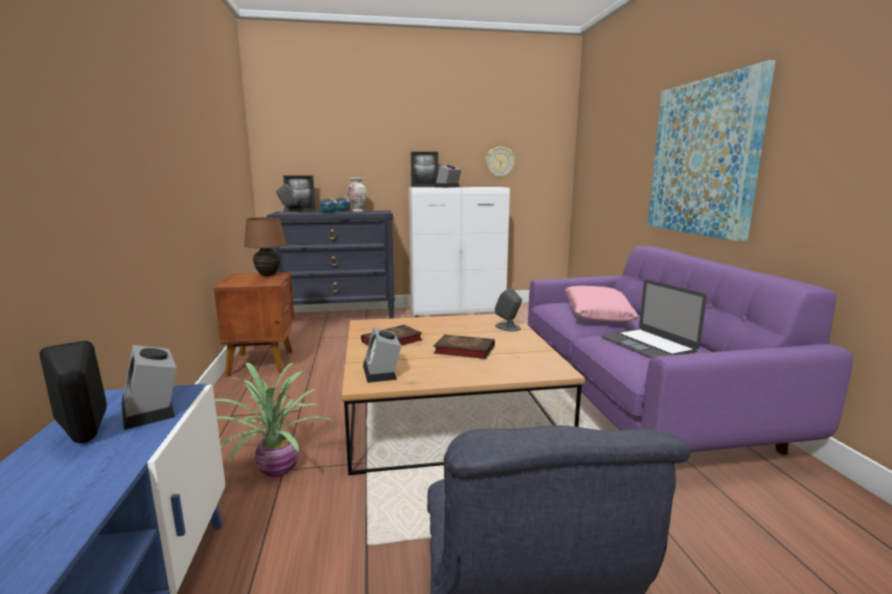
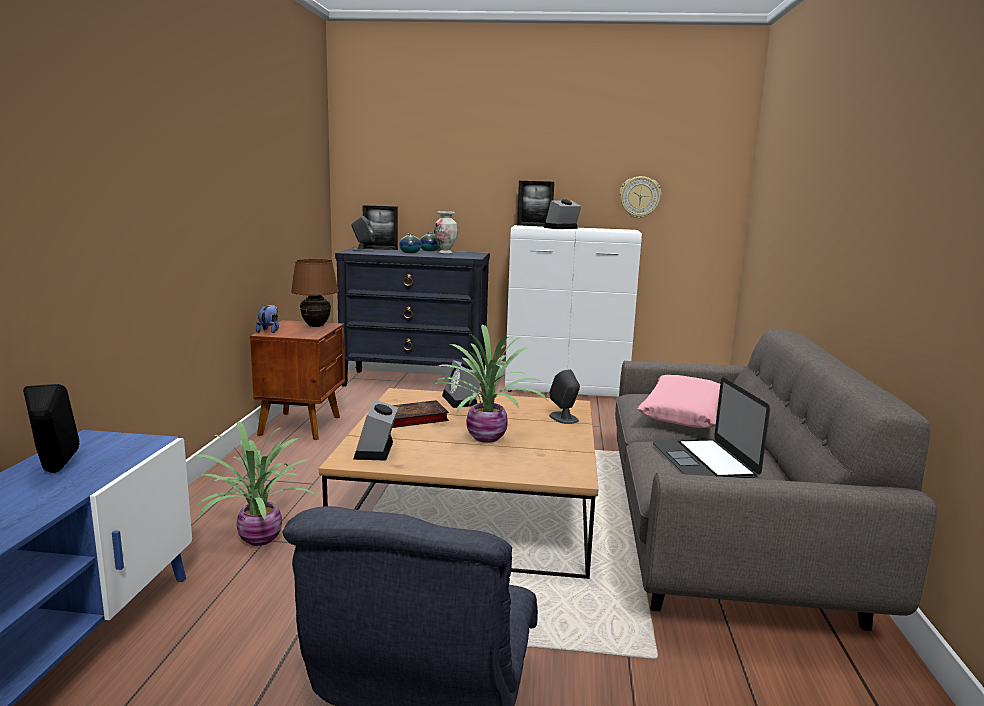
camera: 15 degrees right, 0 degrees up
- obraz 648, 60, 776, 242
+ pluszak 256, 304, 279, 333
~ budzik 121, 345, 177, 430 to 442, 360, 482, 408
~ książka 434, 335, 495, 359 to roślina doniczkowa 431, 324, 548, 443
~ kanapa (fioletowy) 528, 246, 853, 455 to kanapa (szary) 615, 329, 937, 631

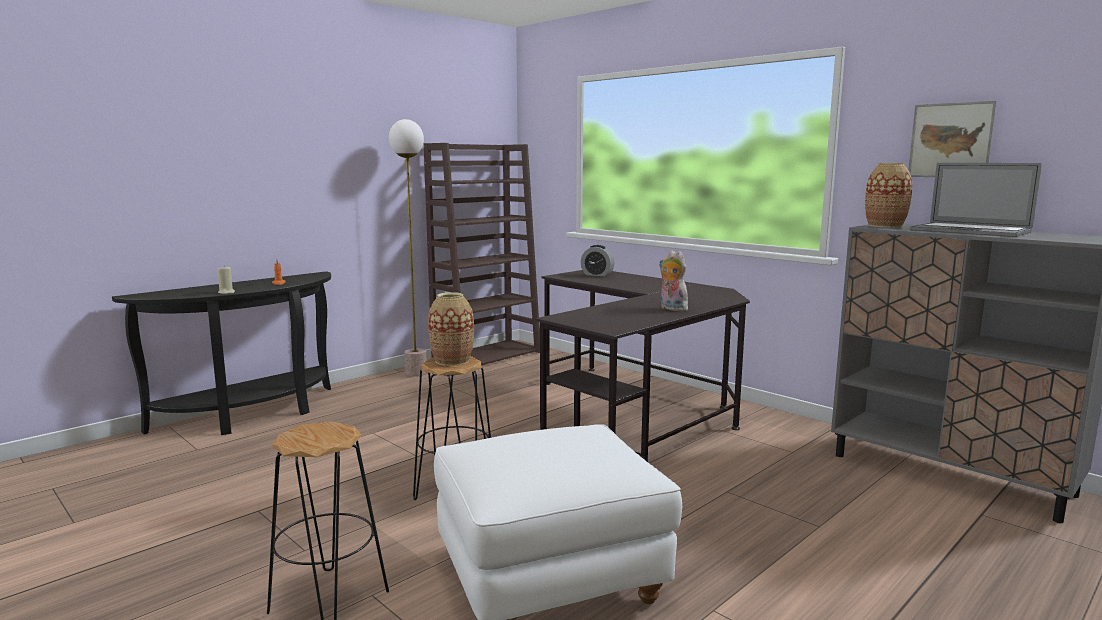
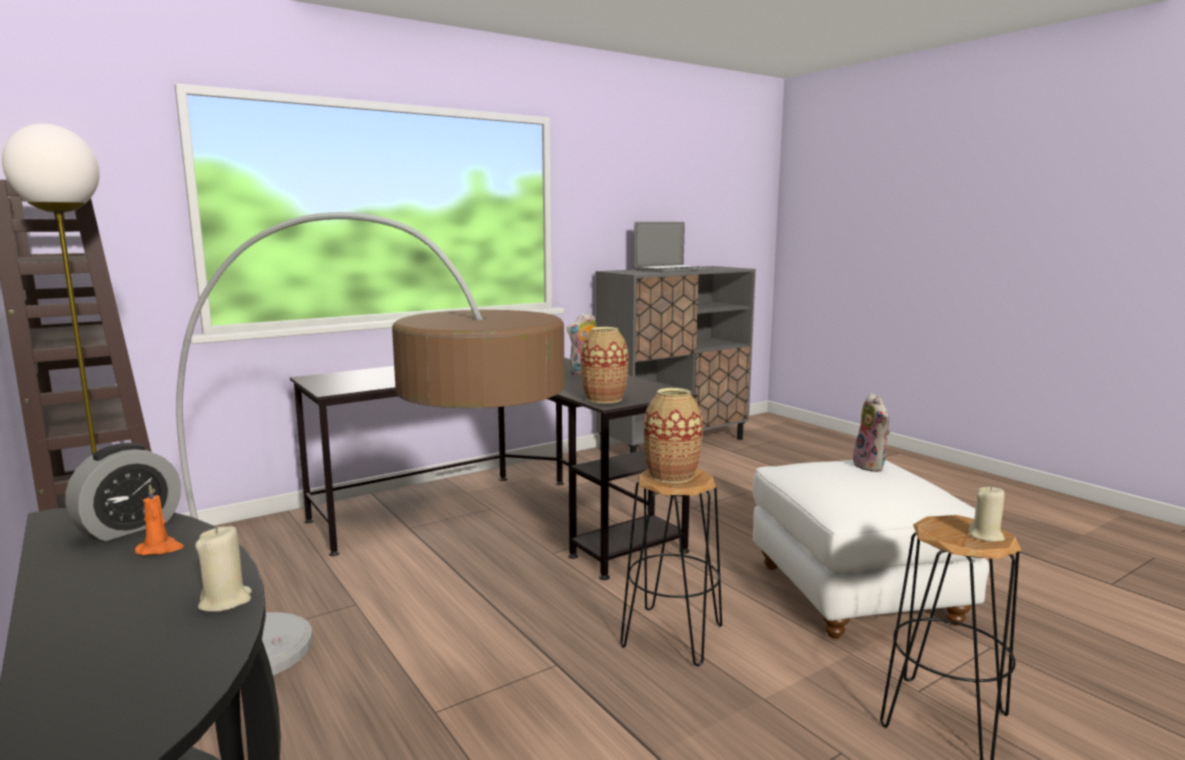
camera: 80 degrees left, 0 degrees up
- obraz 908, 101, 997, 177
+ lampa stojąca 176, 212, 565, 675
+ pluszak 853, 393, 890, 472
+ świeca (beżowy) 969, 486, 1005, 542
~ budzik 581, 245, 615, 276 to 65, 443, 181, 541
~ wazon 865, 163, 913, 228 to 580, 327, 628, 403

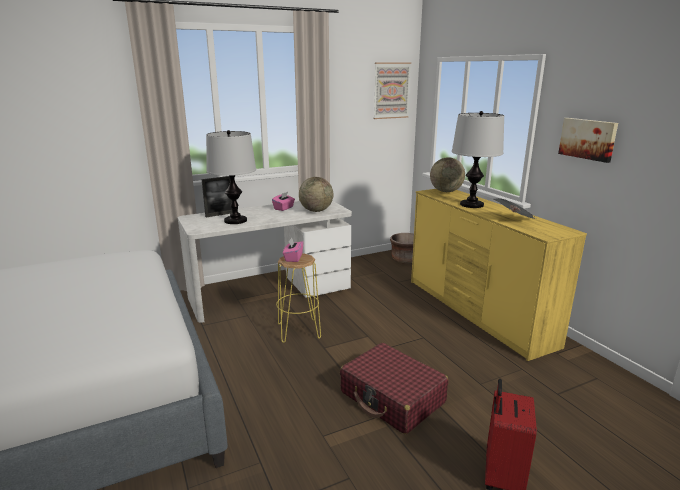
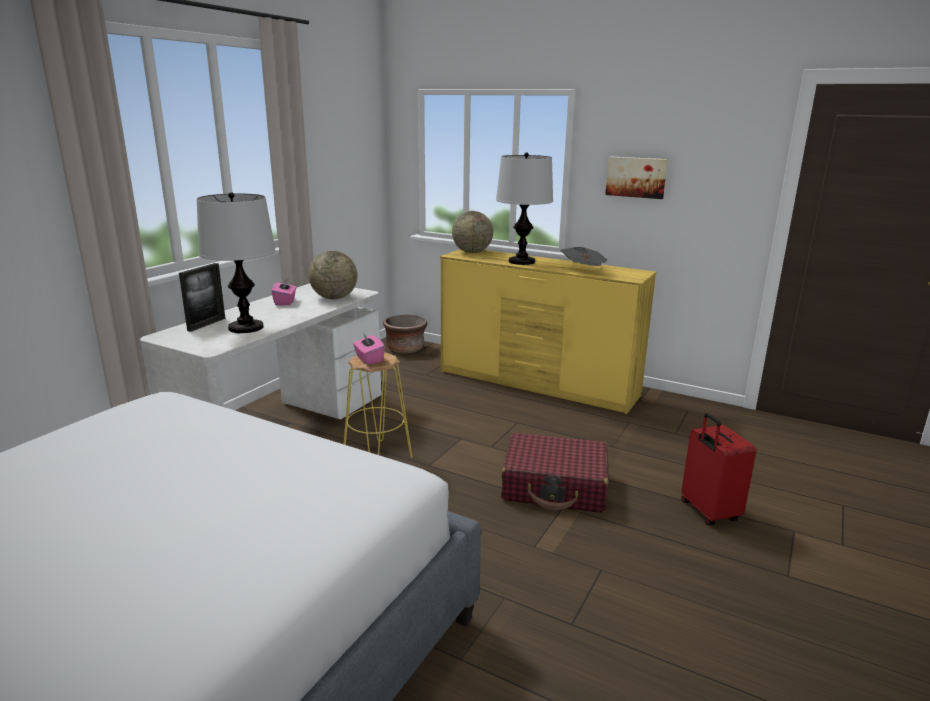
camera: 35 degrees left, 0 degrees up
- obraz 374, 62, 411, 119

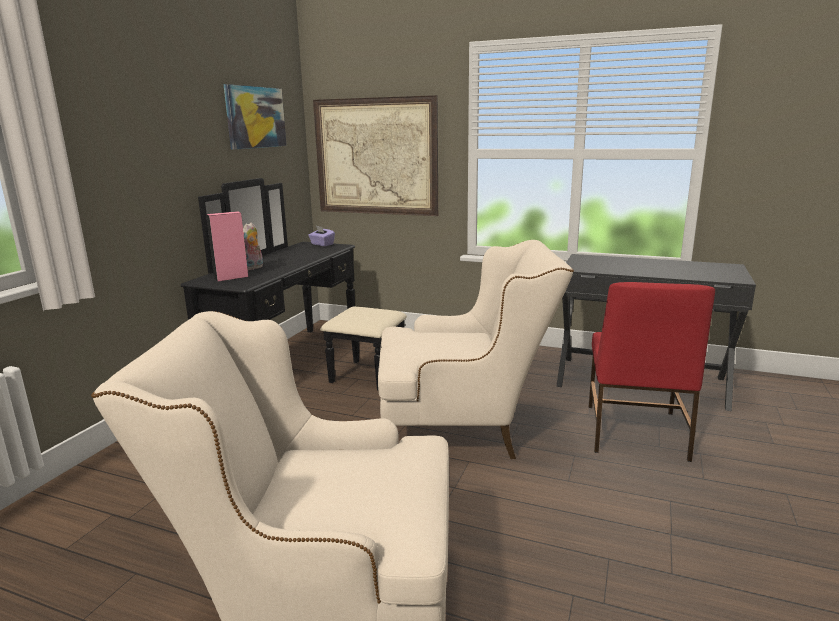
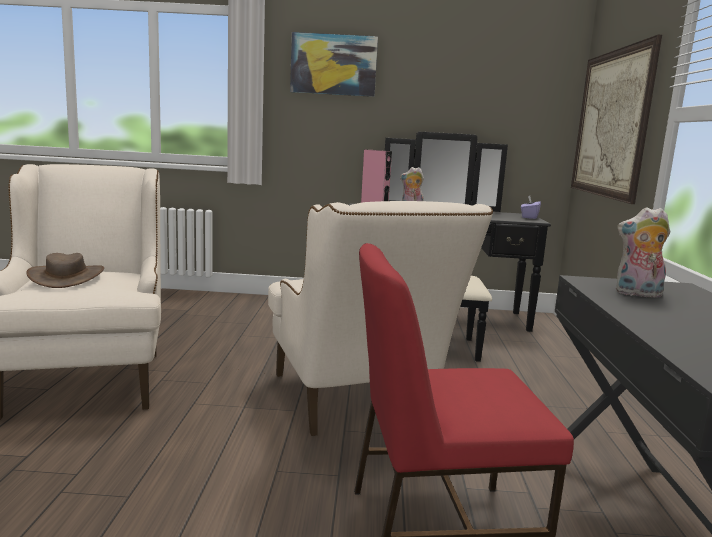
camera: 70 degrees right, 5 degrees down
+ kapelusz (brązowy) 27, 253, 104, 288
+ pluszak 616, 207, 670, 298
~ obraz 224, 84, 287, 150 to 290, 32, 378, 97

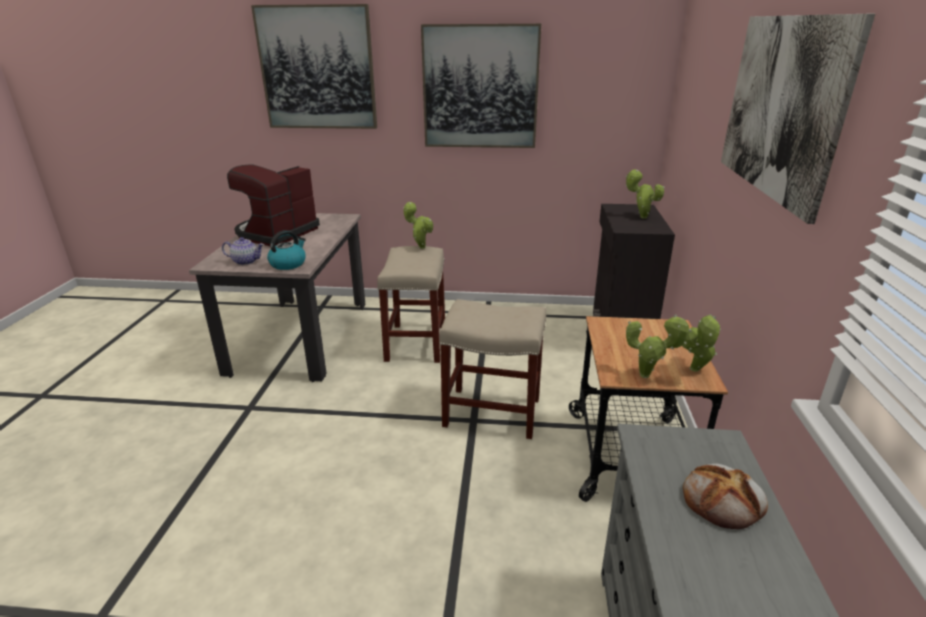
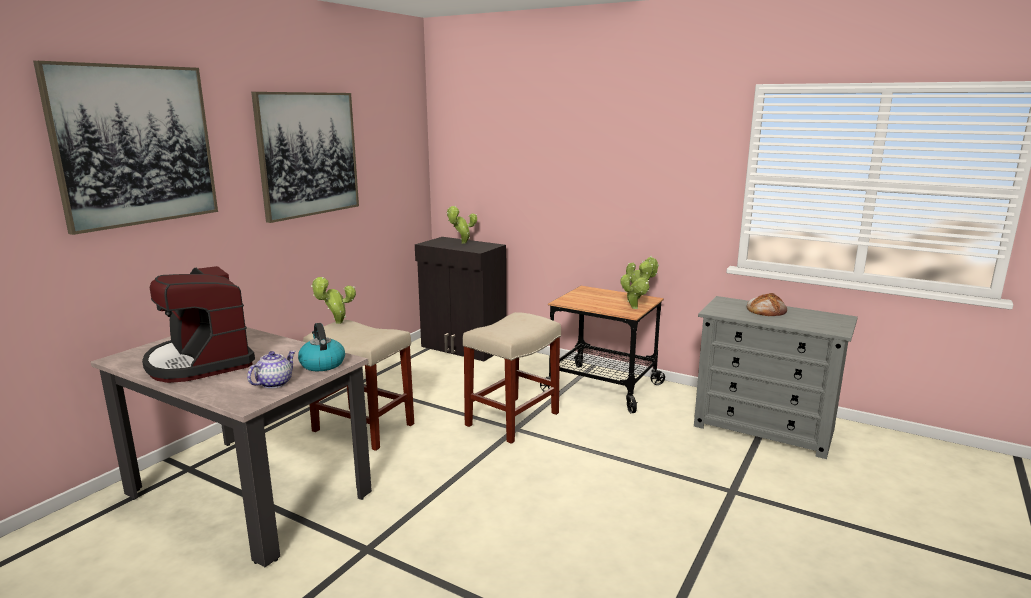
camera: 65 degrees left, 10 degrees down
- obraz 721, 14, 875, 224

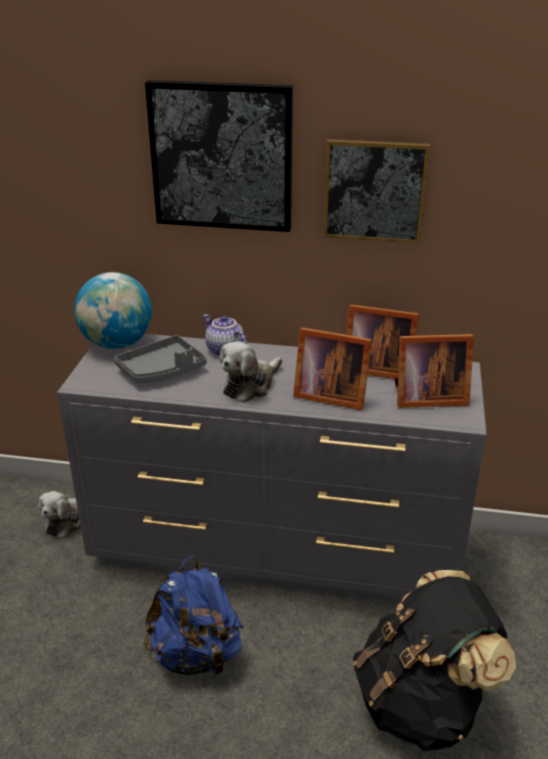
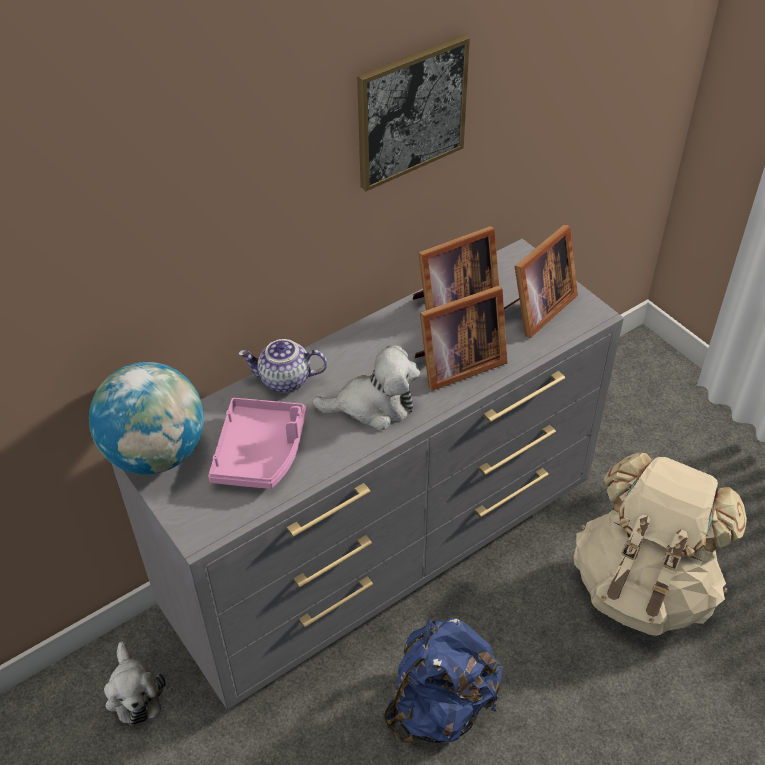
camera: 45 degrees left, 15 degrees up
- obraz 145, 80, 293, 232
~ taca (szary) 114, 335, 207, 383 to taca (różowy) 208, 398, 306, 489
~ plecak (czarny) 353, 570, 516, 751 to plecak (beżowy) 574, 453, 747, 636
~ pluszak 219, 341, 282, 403 = 312, 345, 420, 430 90 degrees counterclockwise

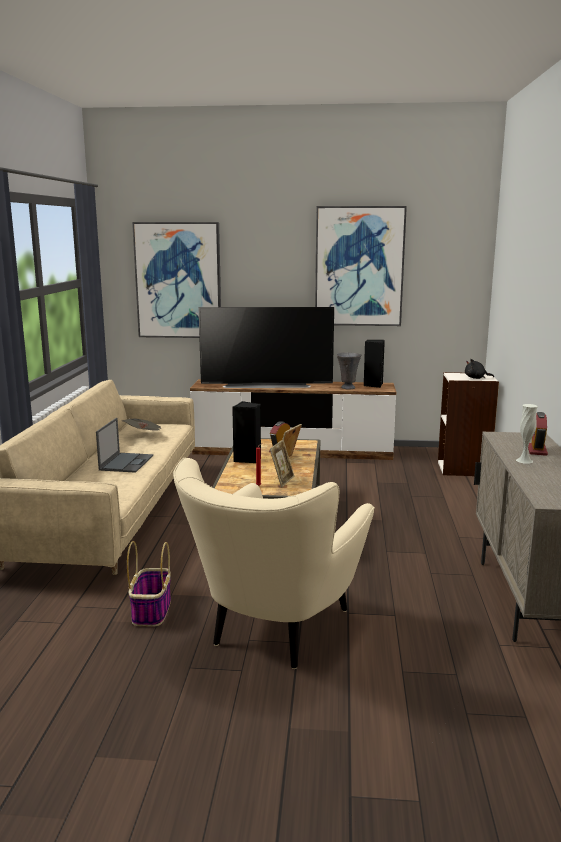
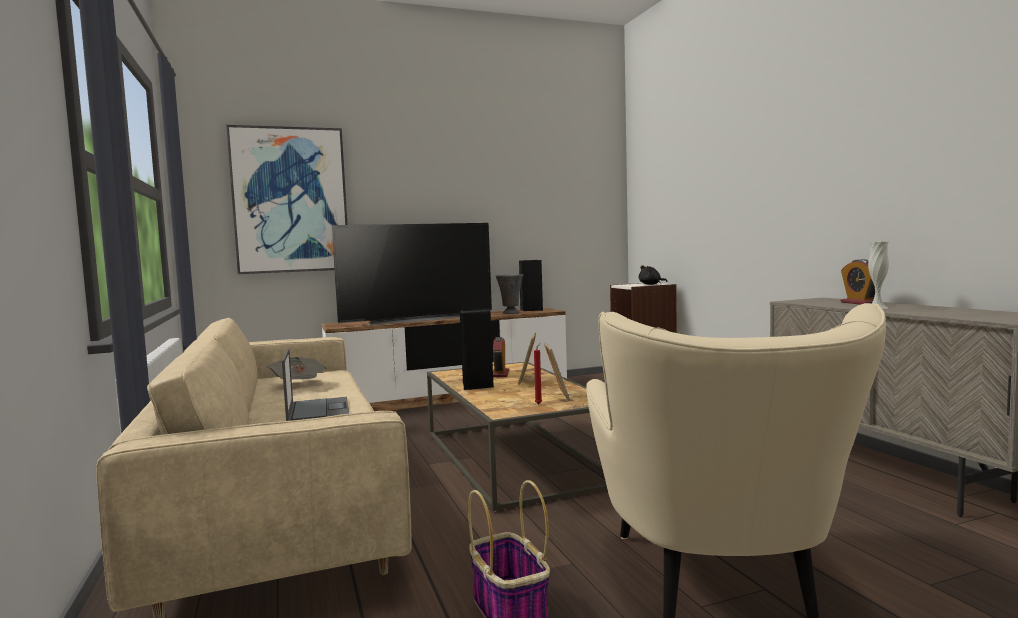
camera: 25 degrees left, 10 degrees down
- obraz 315, 206, 407, 326

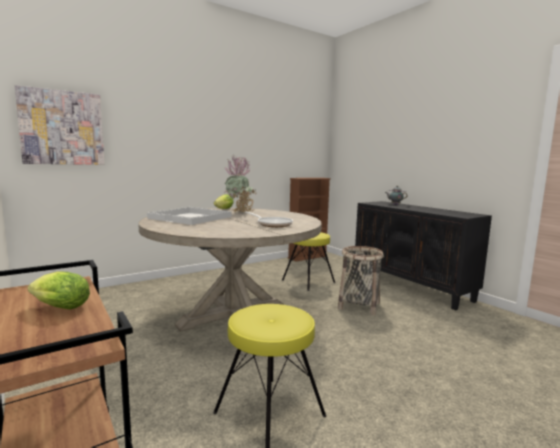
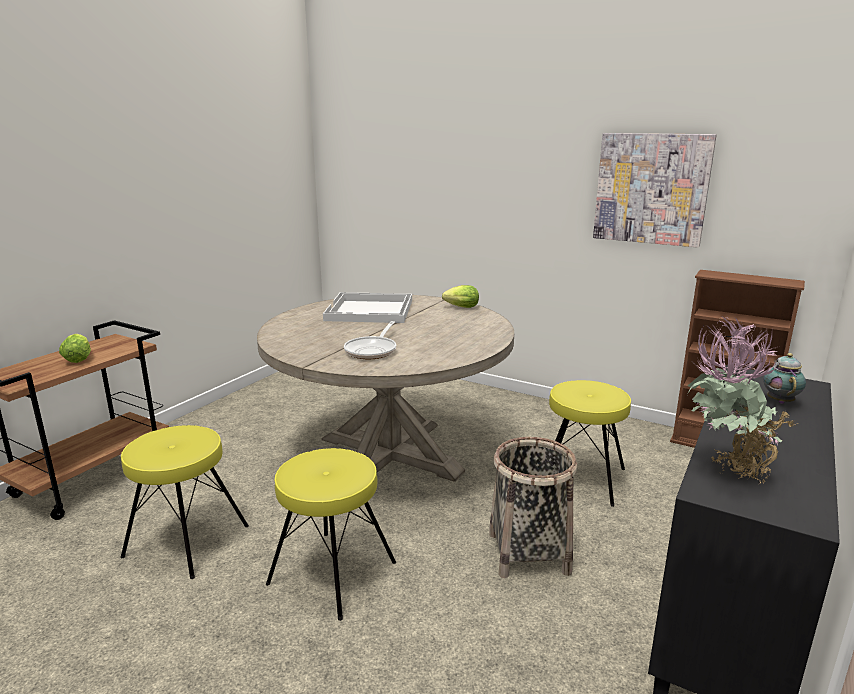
camera: 65 degrees right, 10 degrees up
+ stołek (żółty) 266, 448, 396, 621
~ obraz 15, 85, 105, 165 to 593, 133, 717, 248
~ roślina doniczkowa 223, 155, 257, 212 to 687, 316, 798, 483

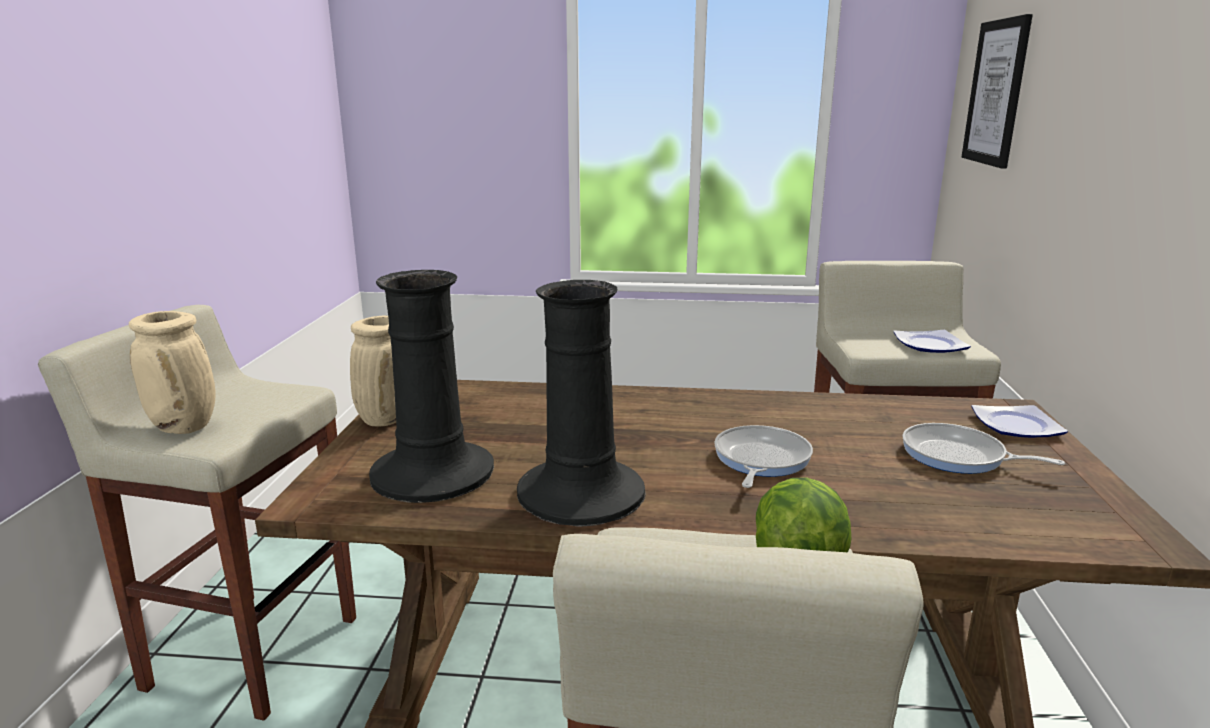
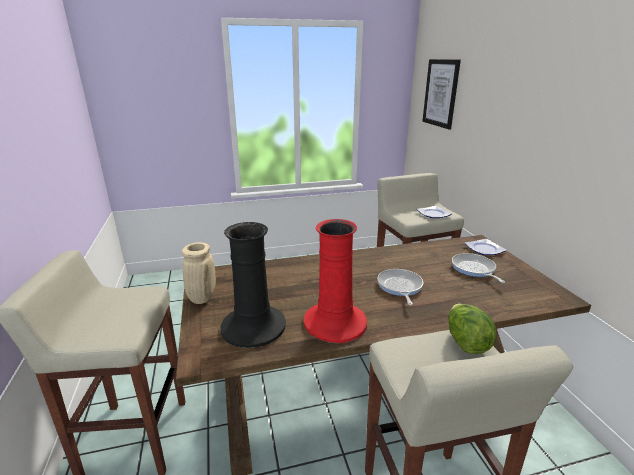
camera: 20 degrees left, 5 degrees up
- wazon (beżowy) 129, 311, 216, 434
~ wazon (czarny) 517, 280, 646, 526 to wazon (czerwony) 304, 219, 367, 343
~ patelnia 902, 423, 1065, 474 = 452, 253, 505, 283 60 degrees clockwise

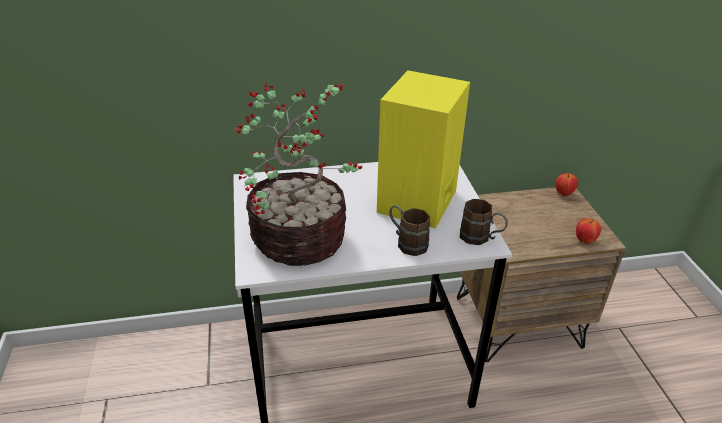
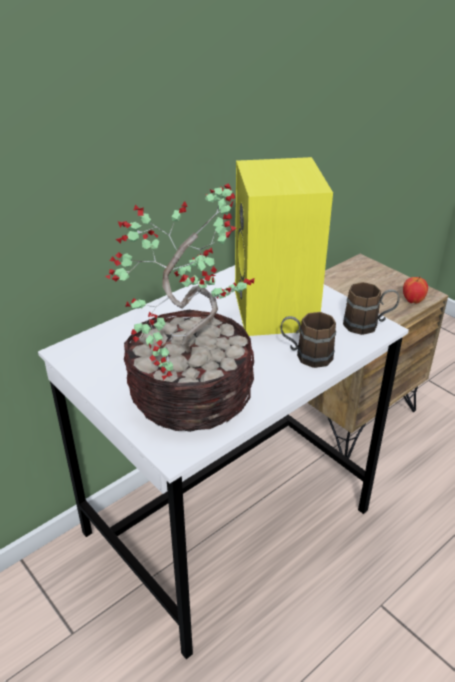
camera: 30 degrees left, 0 degrees up
- jabłko 555, 173, 578, 196

